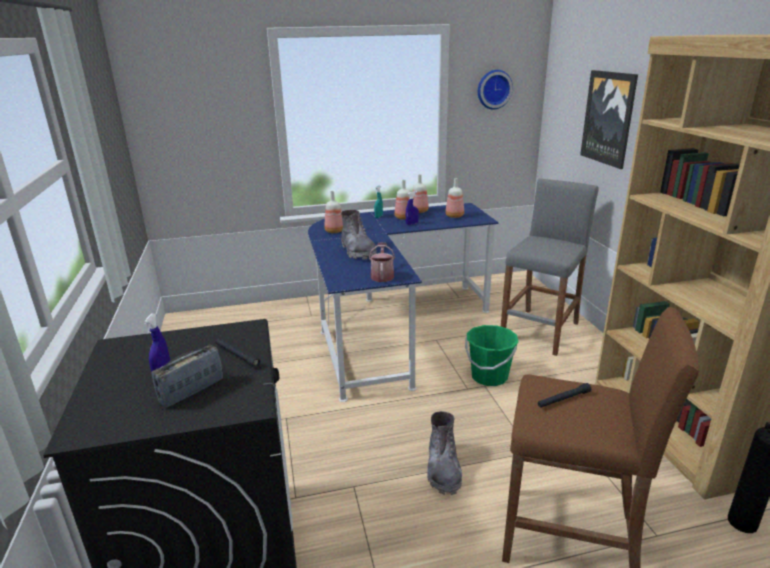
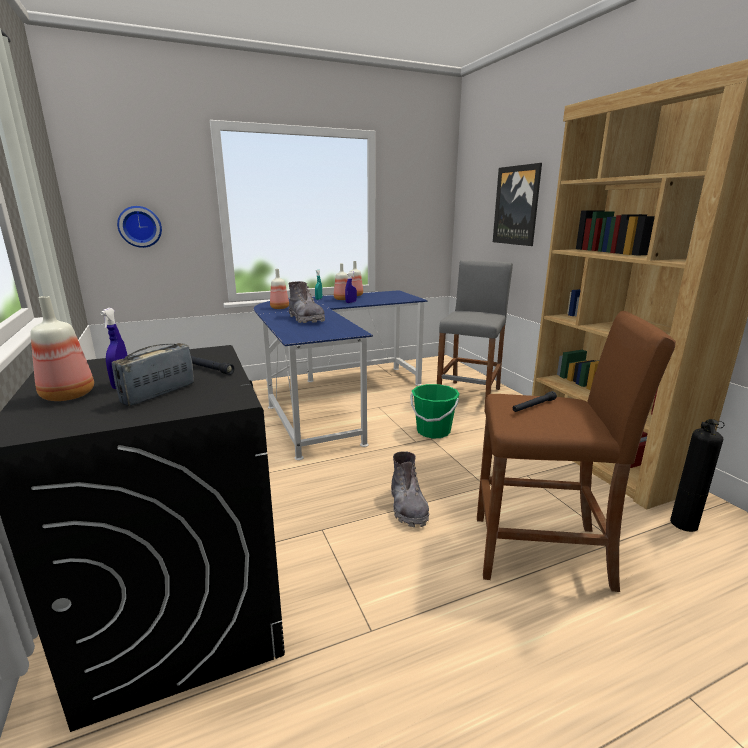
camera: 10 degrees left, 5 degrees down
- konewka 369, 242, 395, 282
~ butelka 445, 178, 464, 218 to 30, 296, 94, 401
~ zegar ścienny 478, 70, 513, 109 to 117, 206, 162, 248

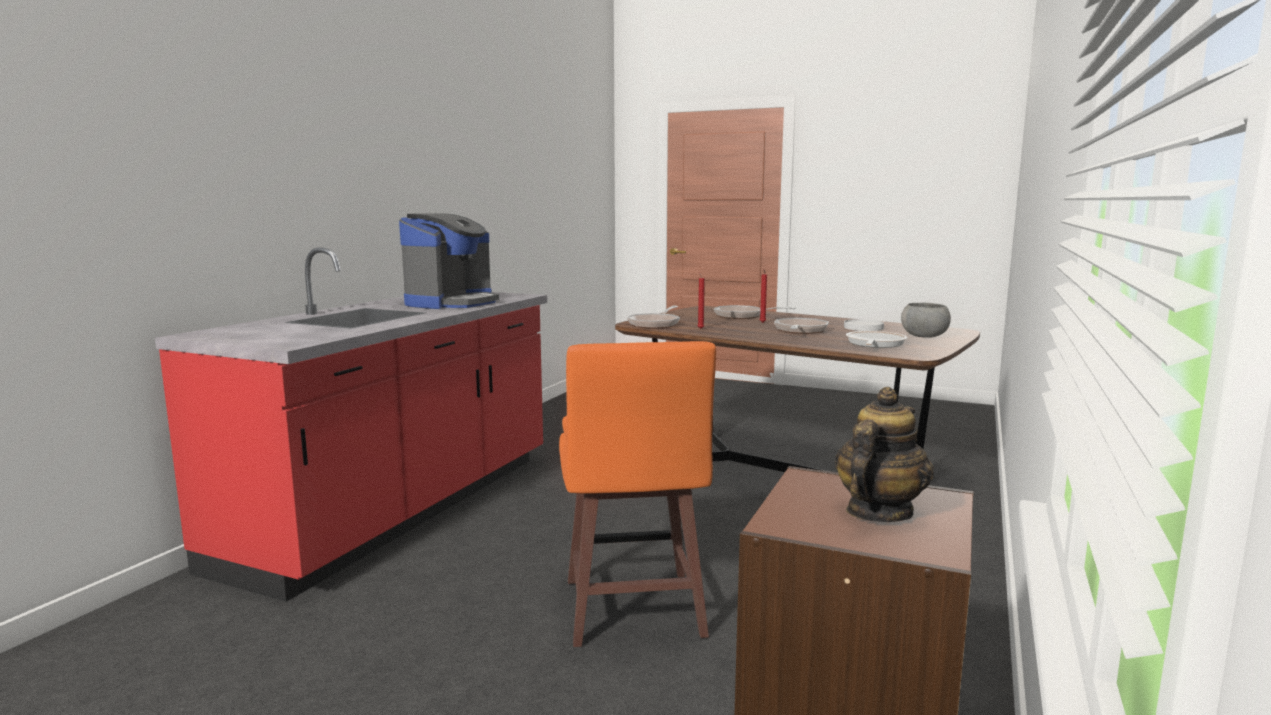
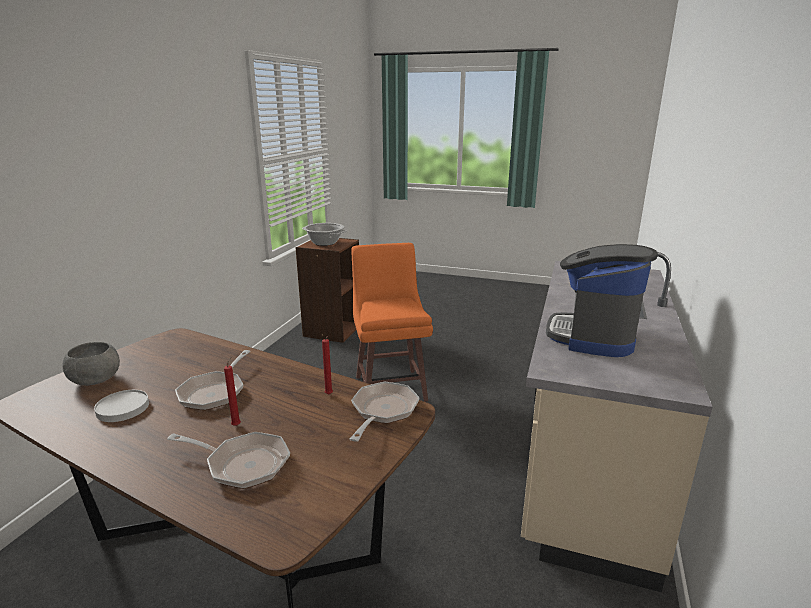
camera: 175 degrees right, 10 degrees up
- patelnia 846, 331, 907, 348
~ imbryk 835, 387, 934, 522 to garnek 302, 223, 347, 246
~ zabudowa kuchenna (czerwony) 155, 247, 547, 602 to zabudowa kuchenna (beżowy) 521, 252, 712, 592

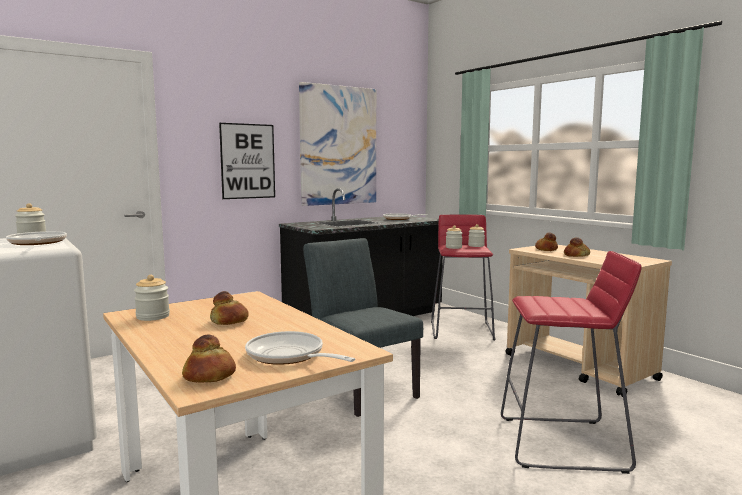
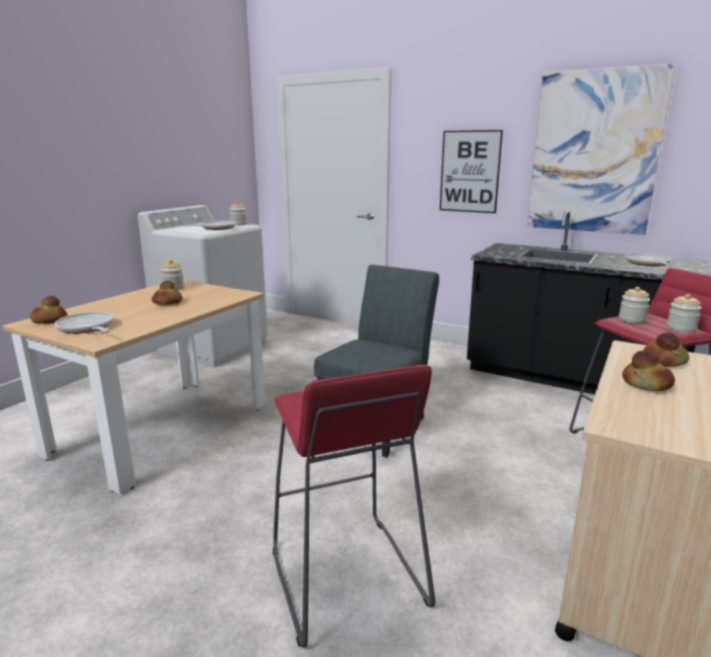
camera: 65 degrees right, 10 degrees up
~ patelnia 245, 331, 355, 365 = 55, 312, 114, 334 60 degrees counterclockwise

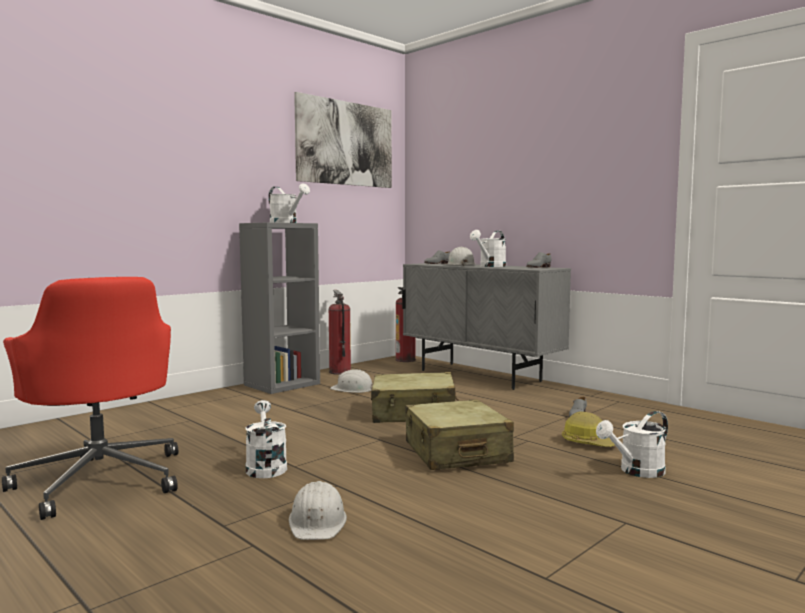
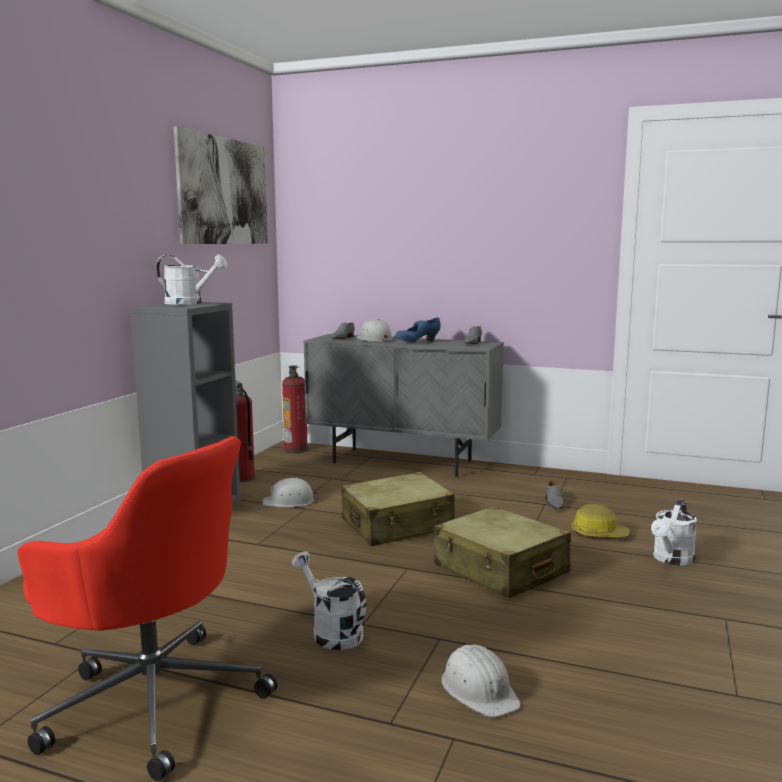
camera: 25 degrees left, 5 degrees up
~ konewka (biały) 470, 230, 506, 267 to but (niebieski) 395, 317, 441, 343

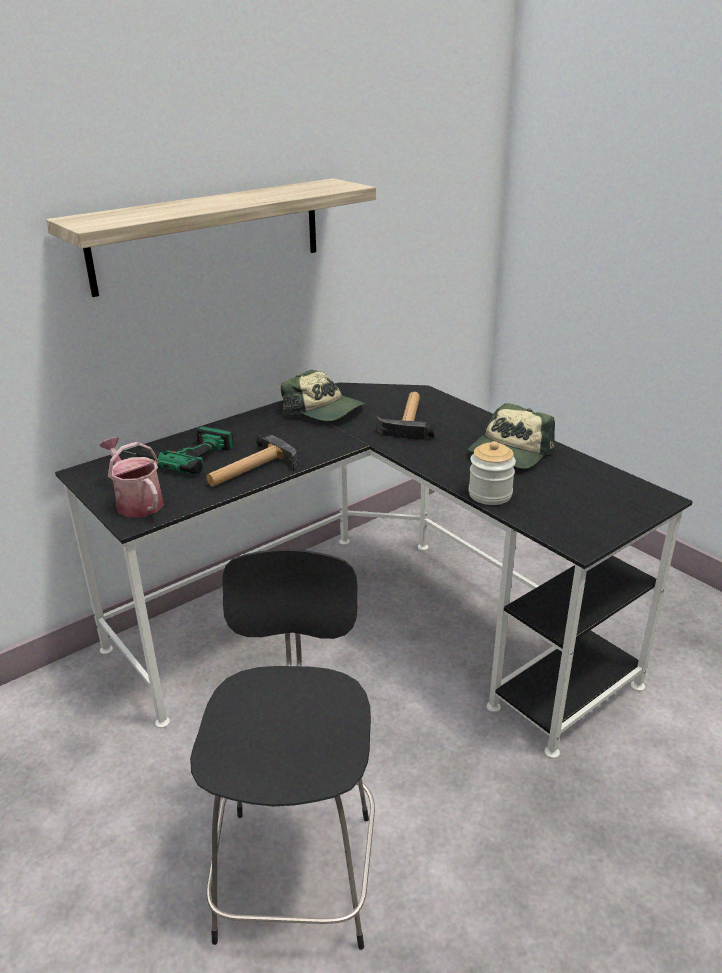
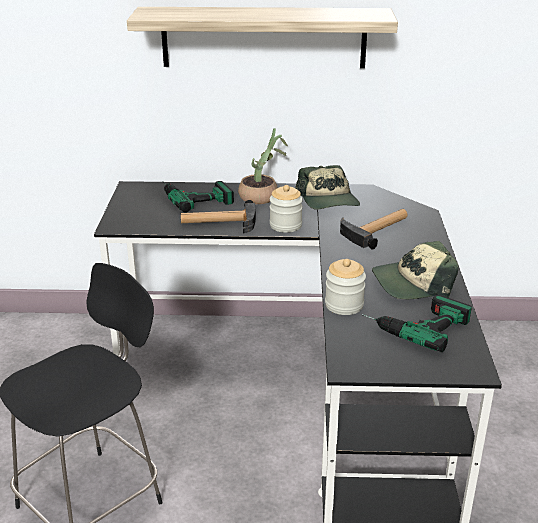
camera: 40 degrees right, 0 degrees up
- konewka 99, 437, 164, 518
+ roślina doniczkowa 238, 128, 288, 204
+ słoik 270, 185, 303, 233
+ wiertarka 362, 295, 472, 352

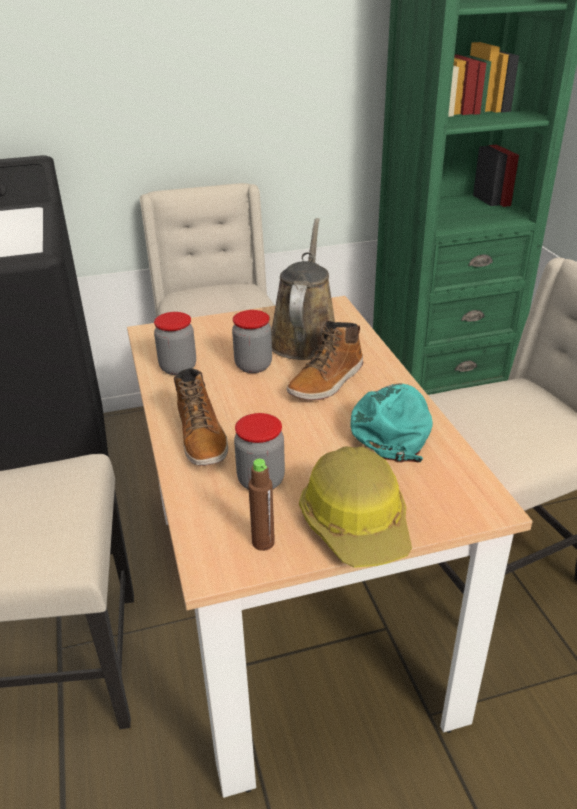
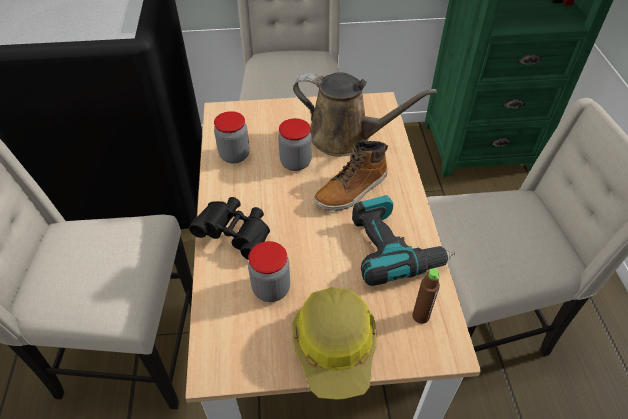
camera: 10 degrees right, 15 degrees up
~ butelka (brązowy) 248, 459, 275, 551 to 413, 268, 440, 324
~ but z cholewką 174, 368, 228, 466 to lornetka (czarny) 189, 197, 270, 259
~ czapka z daszkiem (turkusowy) 351, 384, 433, 463 to wiertarka 352, 195, 455, 286
~ konewka (brązowy) 271, 218, 335, 360 = 293, 72, 437, 157 90 degrees clockwise

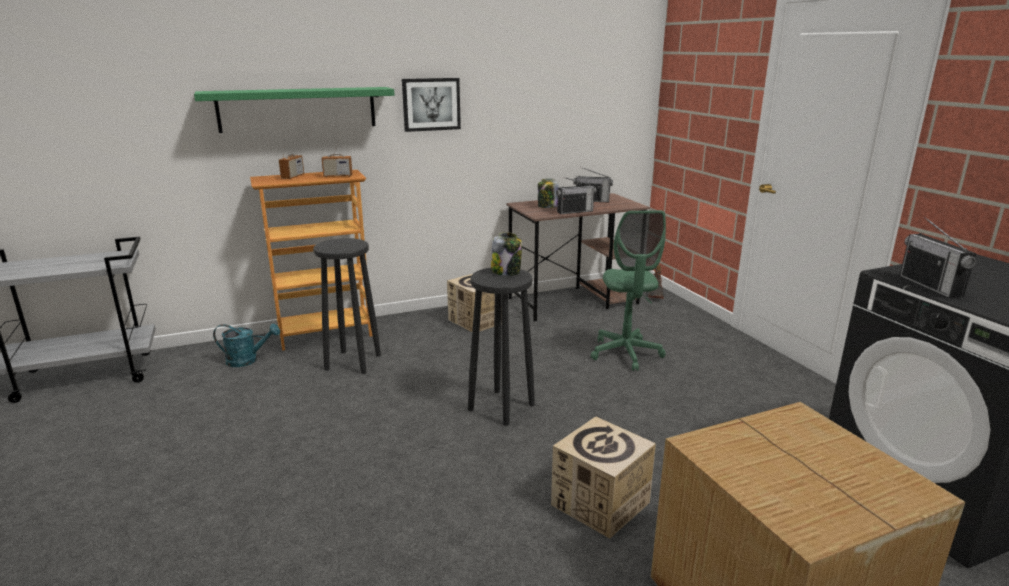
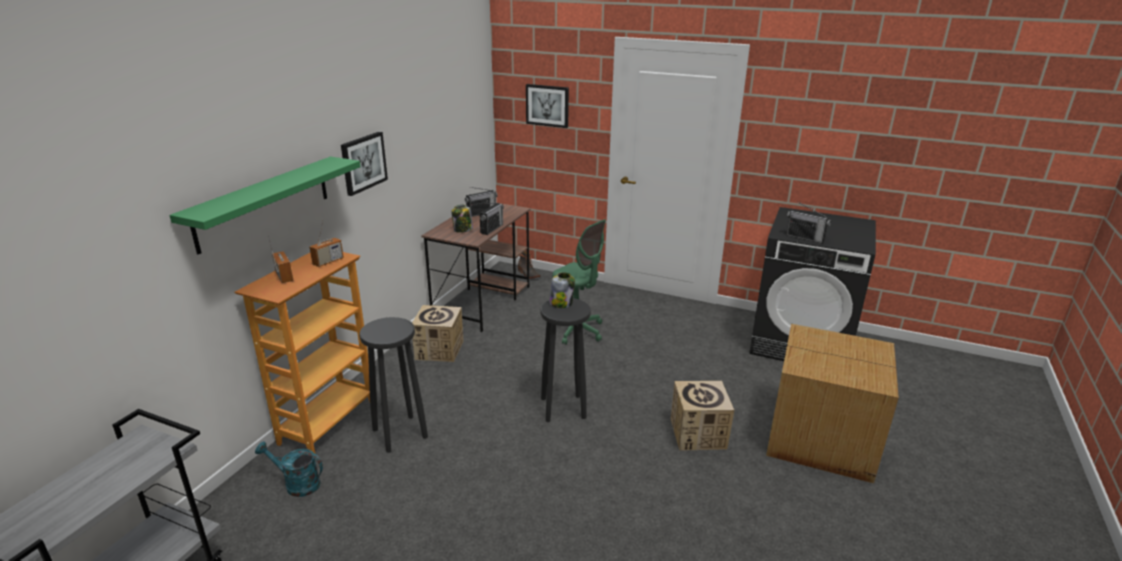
camera: 45 degrees left, 5 degrees up
+ obraz 526, 84, 569, 128
~ konewka (turkusowy) 213, 324, 280, 367 = 255, 441, 323, 497 120 degrees counterclockwise

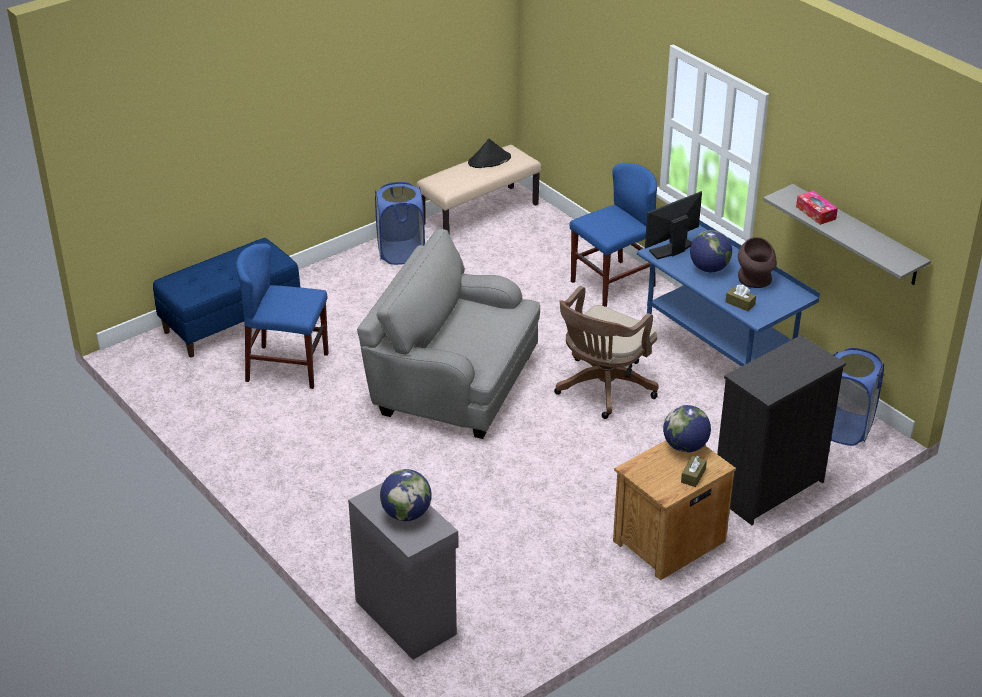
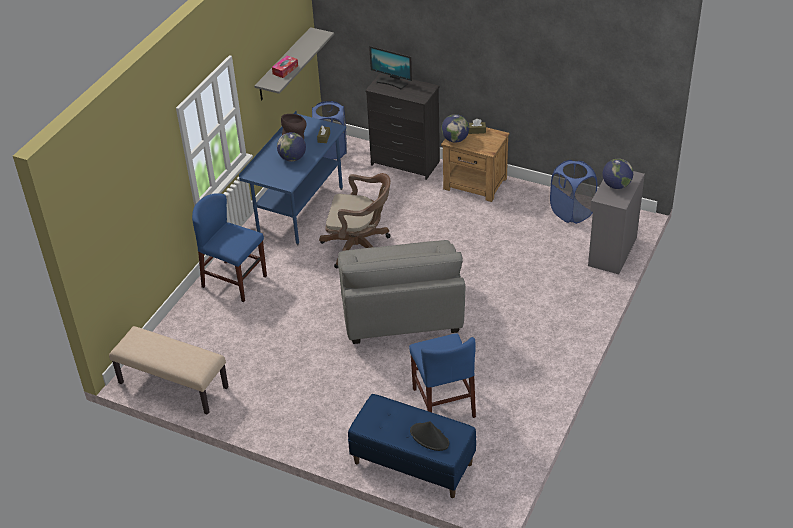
camera: 115 degrees left, 5 degrees up
~ kosz na pranie (niebieski) 375, 182, 425, 265 to 550, 160, 597, 224
~ kapelusz (czarny) 468, 139, 511, 168 to 410, 421, 449, 451
~ monitor 645, 191, 702, 260 to 369, 46, 412, 89

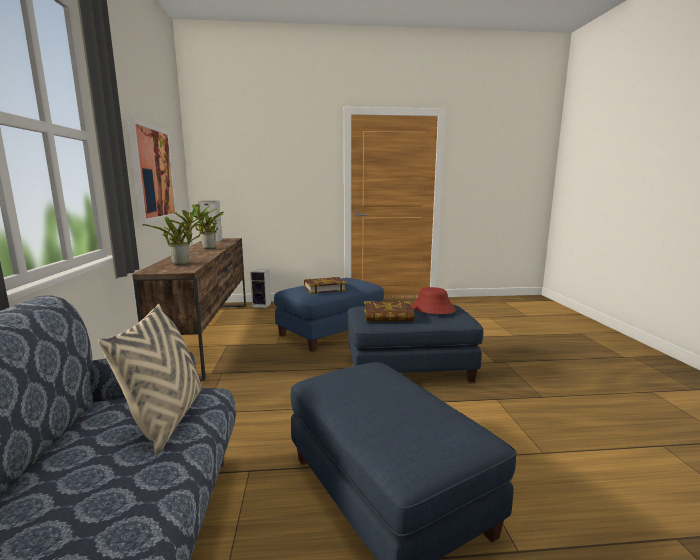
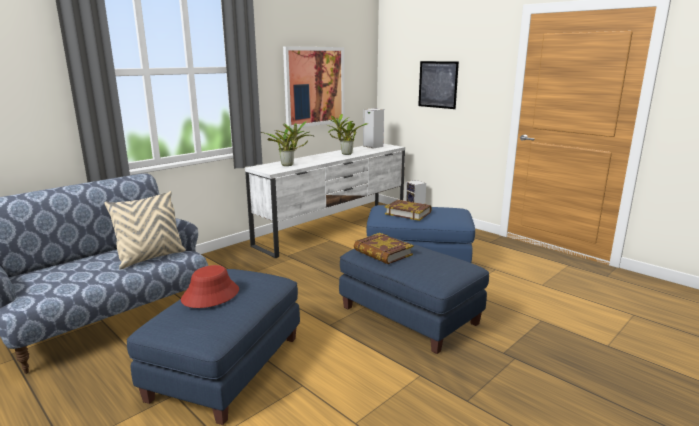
camera: 50 degrees right, 5 degrees up
+ obraz 418, 61, 459, 109
~ kapelusz (czerwony) 411, 287, 456, 314 to 181, 265, 239, 308
~ szafka pod telewizor (brązowy) 132, 238, 246, 381 to szafka pod telewizor (biały) 245, 144, 405, 258

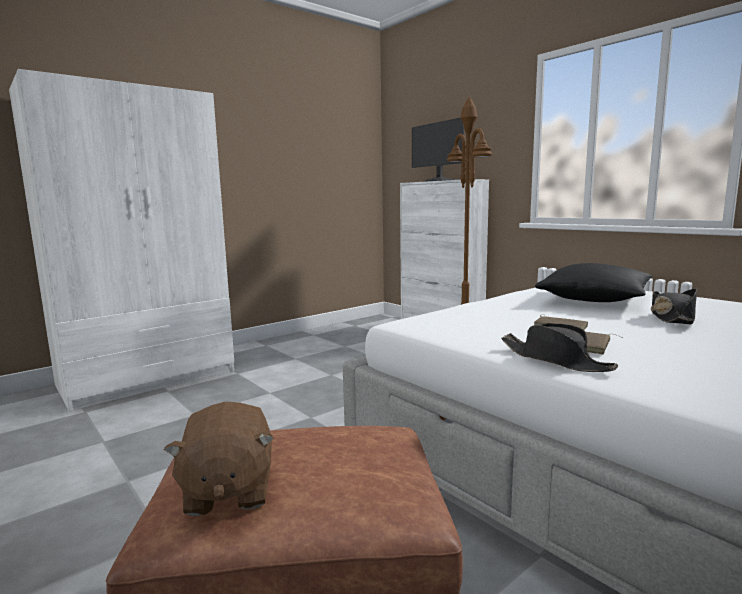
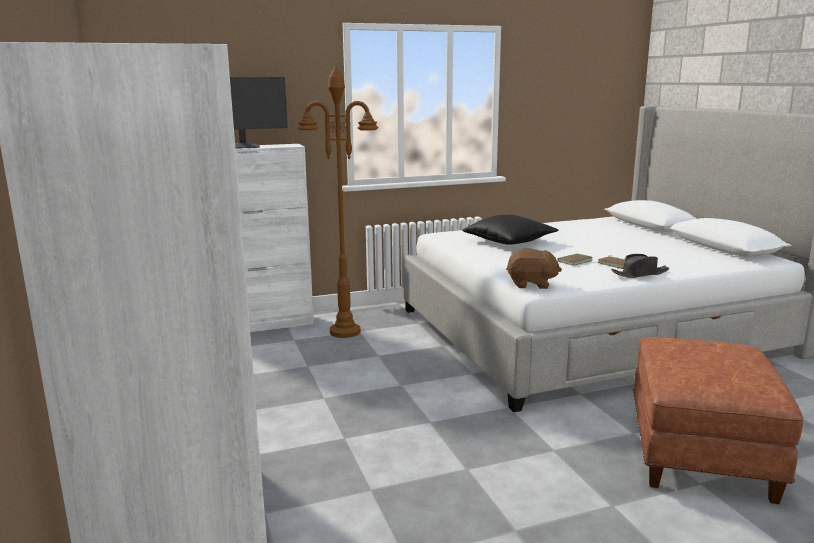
camera: 70 degrees left, 5 degrees up
- kapelusz (czarny) 651, 288, 697, 324
~ pluszak (brązowy) 164, 402, 274, 516 to 506, 249, 562, 289

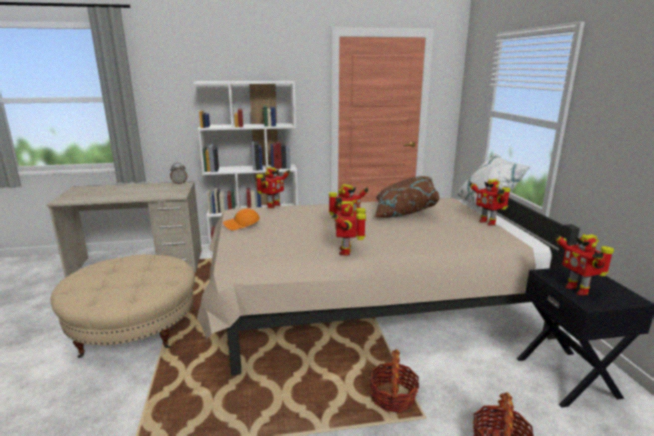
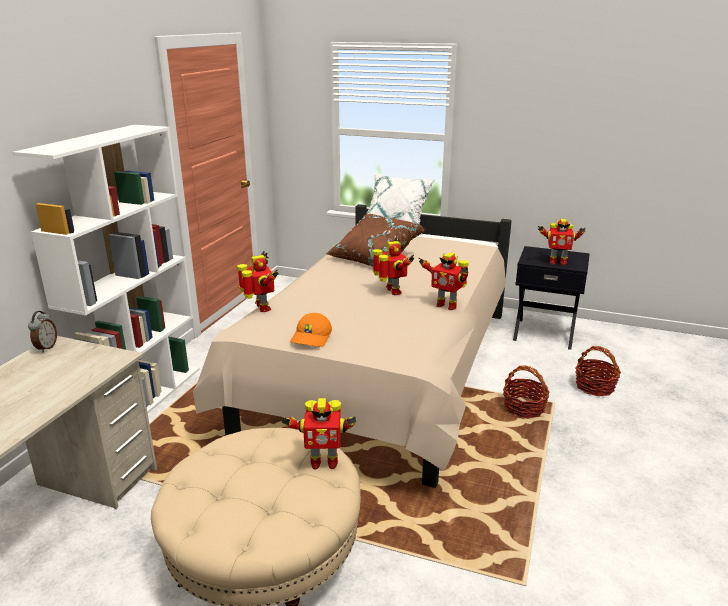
camera: 60 degrees left, 5 degrees up
~ robot zabawkowy 469, 179, 510, 226 to 281, 398, 356, 470

